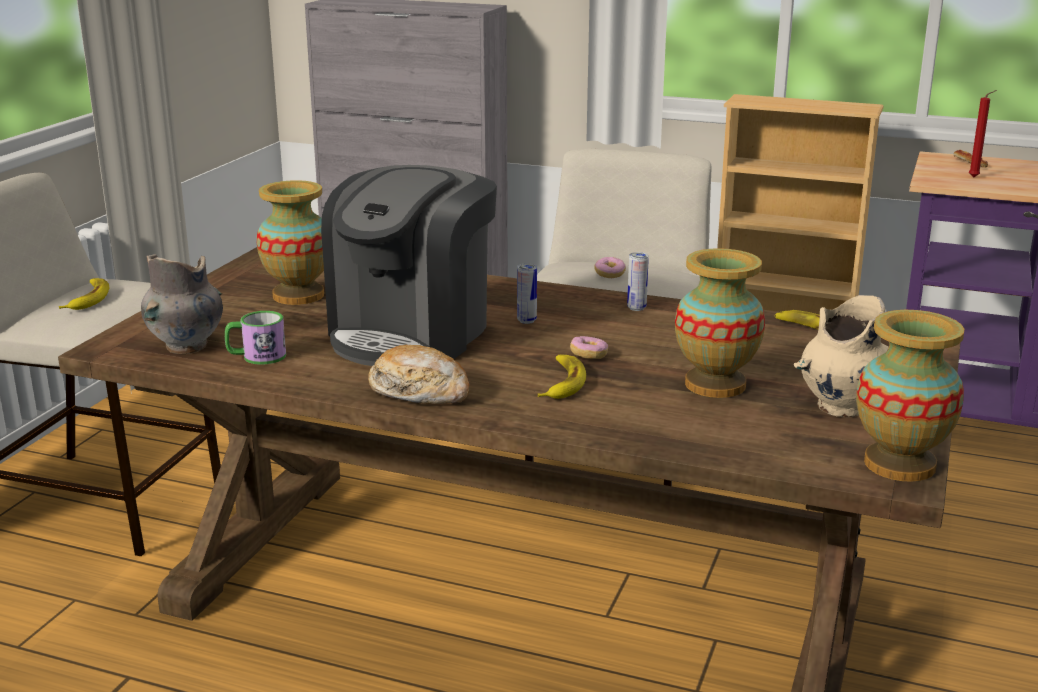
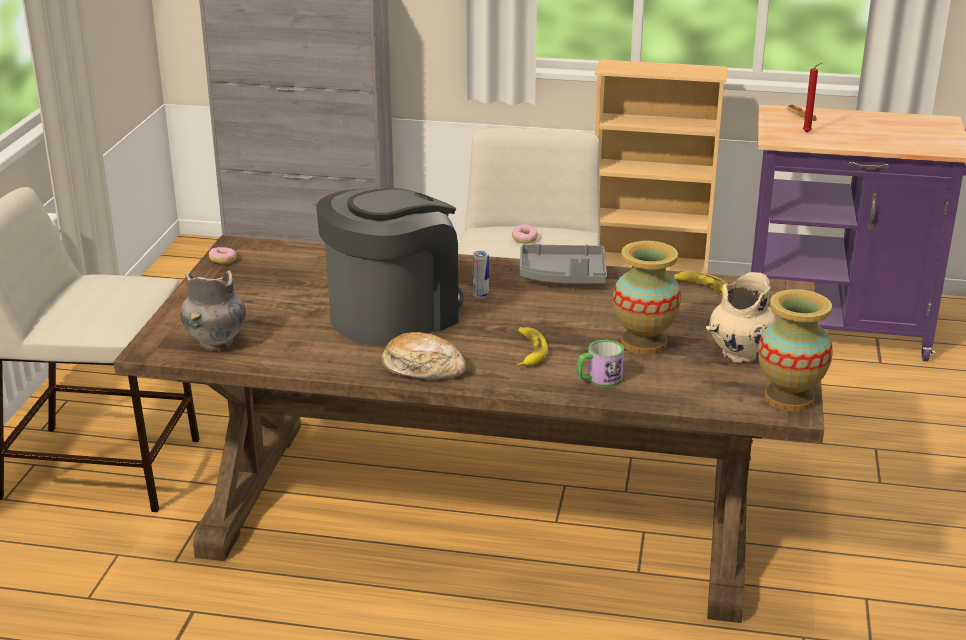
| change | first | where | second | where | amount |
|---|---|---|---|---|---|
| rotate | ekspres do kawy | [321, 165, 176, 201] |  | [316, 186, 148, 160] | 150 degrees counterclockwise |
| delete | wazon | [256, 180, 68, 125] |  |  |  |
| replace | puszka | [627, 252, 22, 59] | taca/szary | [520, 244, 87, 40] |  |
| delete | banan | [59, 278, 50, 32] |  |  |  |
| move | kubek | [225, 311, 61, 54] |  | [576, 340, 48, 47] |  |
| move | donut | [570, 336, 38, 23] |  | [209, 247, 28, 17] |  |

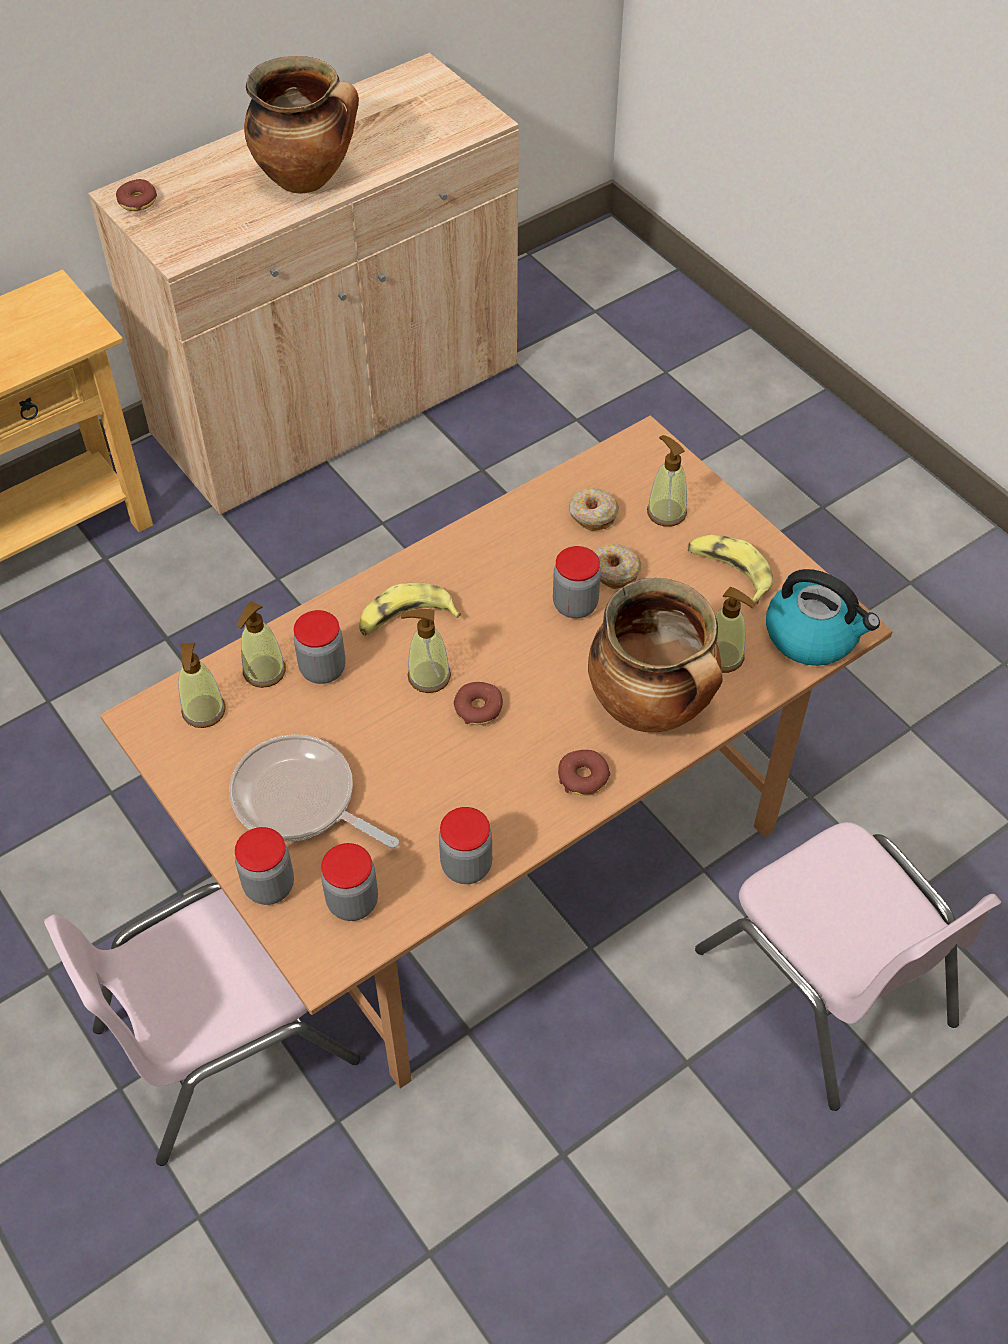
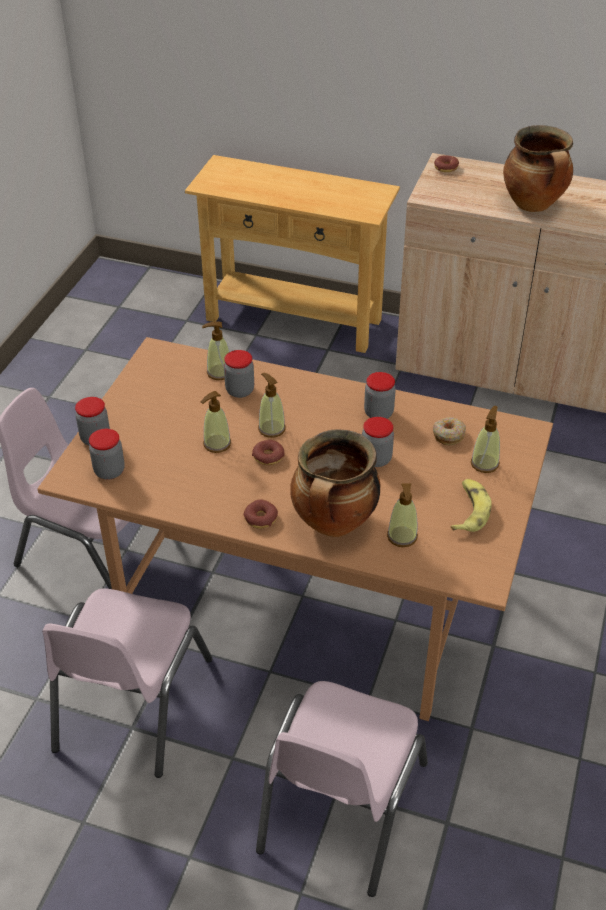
| change | first | where | second | where | amount |
|---|---|---|---|---|---|
| delete | donut | [594, 544, 47, 45] |  |  |  |
| delete | czajnik | [766, 569, 114, 97] |  |  |  |
| delete | banan | [359, 582, 102, 54] |  |  |  |
| move | dozownik mydła | [178, 643, 48, 85] |  | [201, 391, 30, 62] |  |
| delete | patelnia | [229, 734, 170, 115] |  |  |  |
| move | słoik | [439, 807, 53, 77] |  | [364, 372, 32, 47] |  |
| insert |  |  | krzesło/różowy | [42, 588, 171, 190] |  |

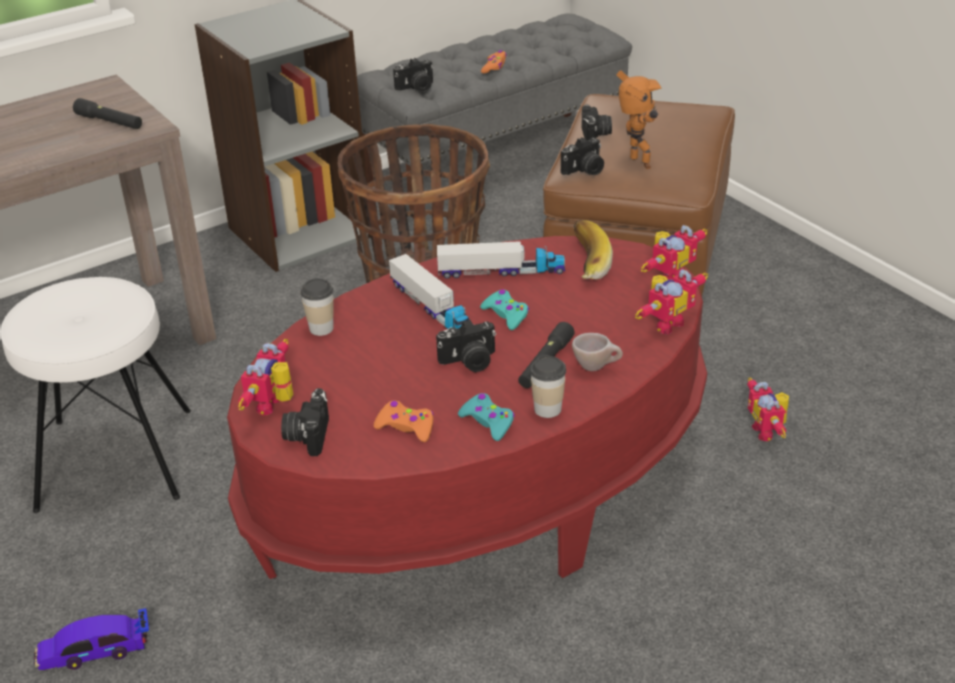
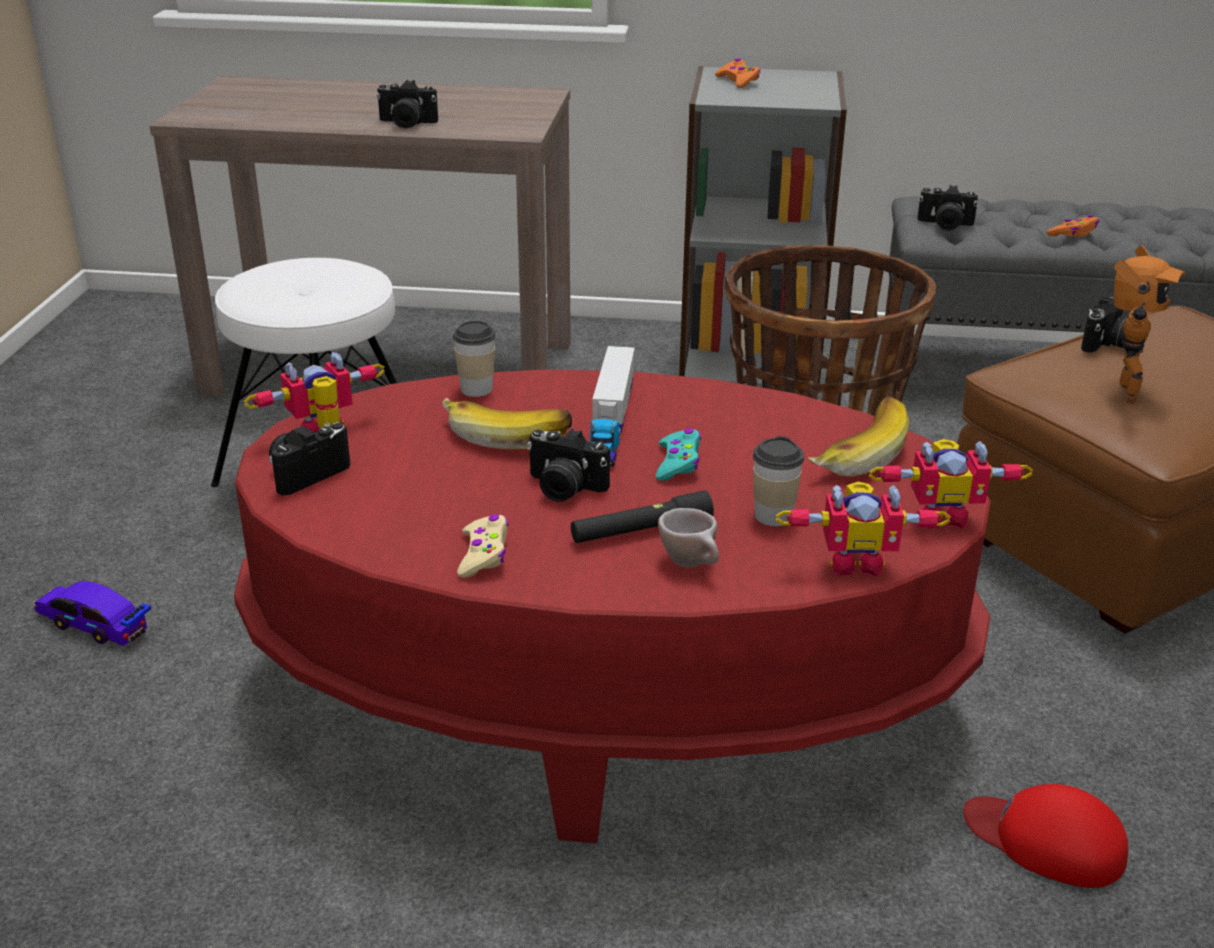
| change | first | where | second | where | amount |
|---|---|---|---|---|---|
| delete | latarka/czarny | [73, 98, 69, 31] |  |  |  |
| move | aparat fotograficzny | [561, 137, 43, 38] |  | [376, 80, 62, 48] |  |
| delete | ciężarówka zabawkowa | [437, 241, 128, 38] |  |  |  |
| move | filiżanka | [530, 355, 36, 63] |  | [753, 436, 51, 90] |  |
| replace | robot zabawkowy | [747, 378, 42, 63] | czapka z daszkiem/czerwony | [963, 784, 165, 104] |  |
| recolor | pad do gier/turkusowy | [458, 393, 57, 48] | pad do gier/beżowy | [457, 514, 52, 64] |  |
| move | pad do gier/pomarańczowy | [374, 400, 59, 42] |  | [715, 58, 45, 30] |  |
| insert |  |  | banan | [442, 398, 130, 51] |  |

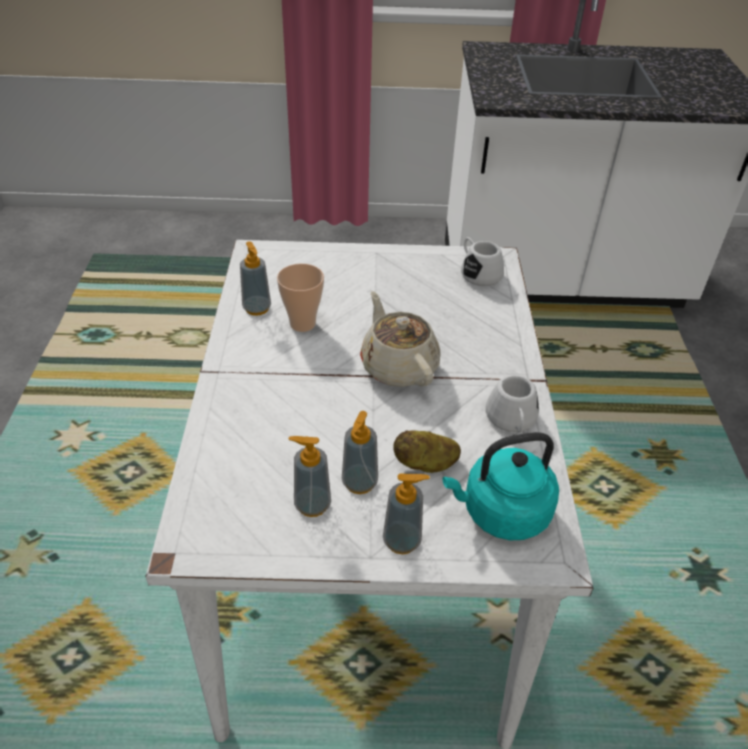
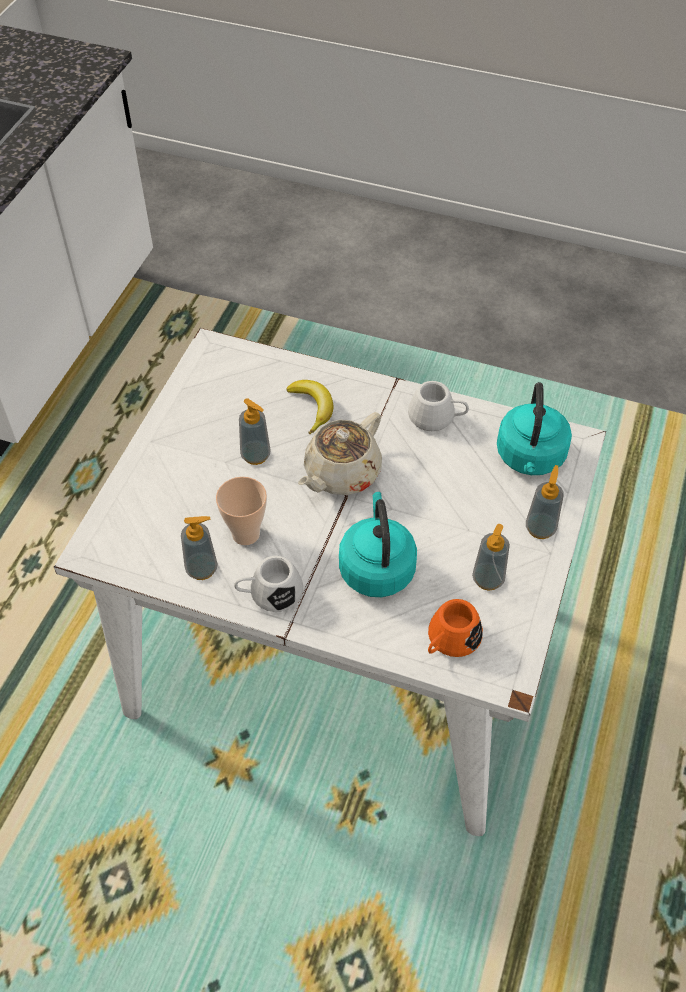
| change | first | where | second | where | amount |
|---|---|---|---|---|---|
| move | kubek/biały | [461, 237, 43, 49] |  | [234, 556, 69, 56] |  |
| rotate | imbryk/beżowy | [360, 291, 81, 96] |  | [298, 412, 84, 83] | 45 degrees counterclockwise |
| move | dozownik mydła | [342, 411, 36, 83] |  | [239, 398, 32, 67] |  |
| delete | ziemniak | [393, 431, 68, 42] |  |  |  |
| insert |  |  | banan | [286, 380, 47, 54] |  |
| insert |  |  | czajnik/turkusowy | [339, 492, 78, 105] |  |
| insert |  |  | kubek/pomarańczowy | [428, 599, 55, 58] |  |

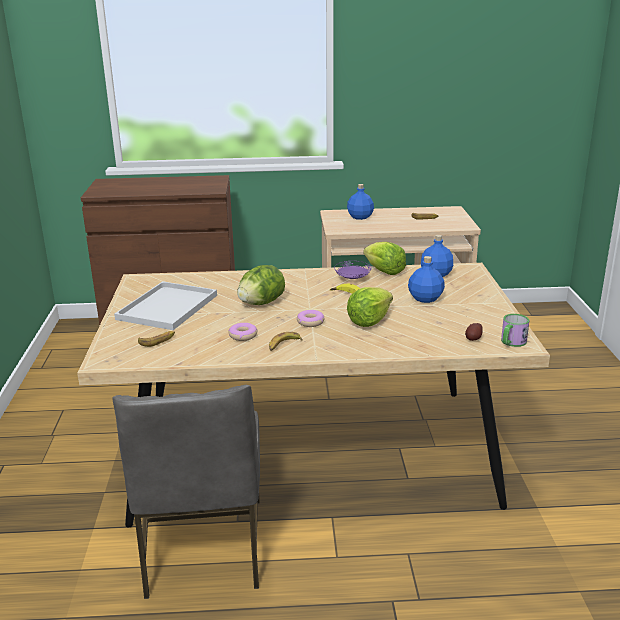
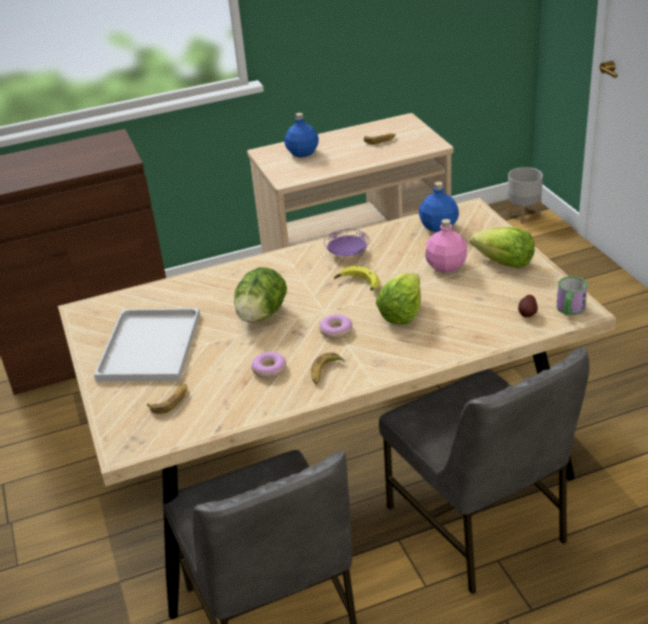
| change | first | where | second | where | amount |
|---|---|---|---|---|---|
| move | sałata | [363, 242, 43, 33] |  | [470, 227, 65, 41] |  |
| recolor | butelka/niebieski | [408, 256, 37, 47] | butelka/różowy | [425, 219, 42, 54] |  |
| insert |  |  | donica/szary | [507, 167, 36, 57] |  |
| insert |  |  | krzesło/szary | [379, 348, 211, 246] |  |

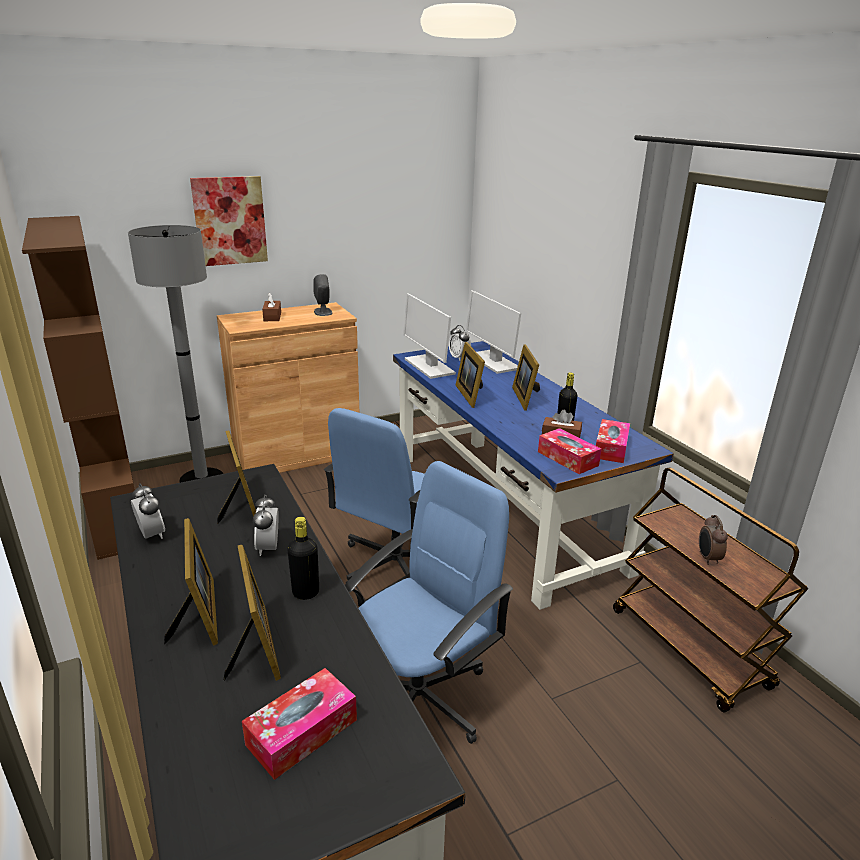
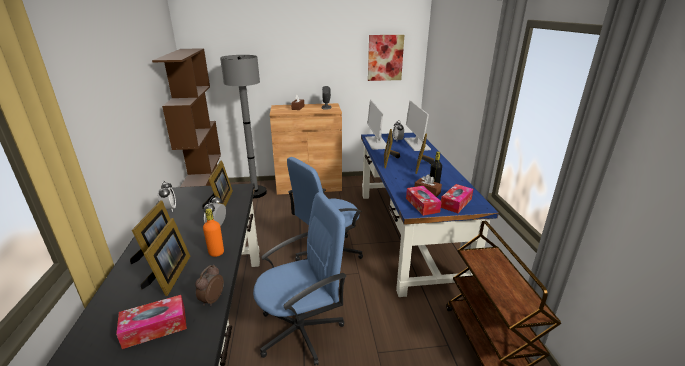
| change | first | where | second | where | amount |
|---|---|---|---|---|---|
| move | obraz | [190, 176, 78, 90] |  | [368, 35, 36, 46] |  |
| move | budzik | [699, 515, 29, 50] |  | [195, 265, 29, 41] |  |
| recolor | butelka/czarny | [287, 517, 32, 83] | butelka/pomarańczowy | [203, 208, 21, 49] |  |

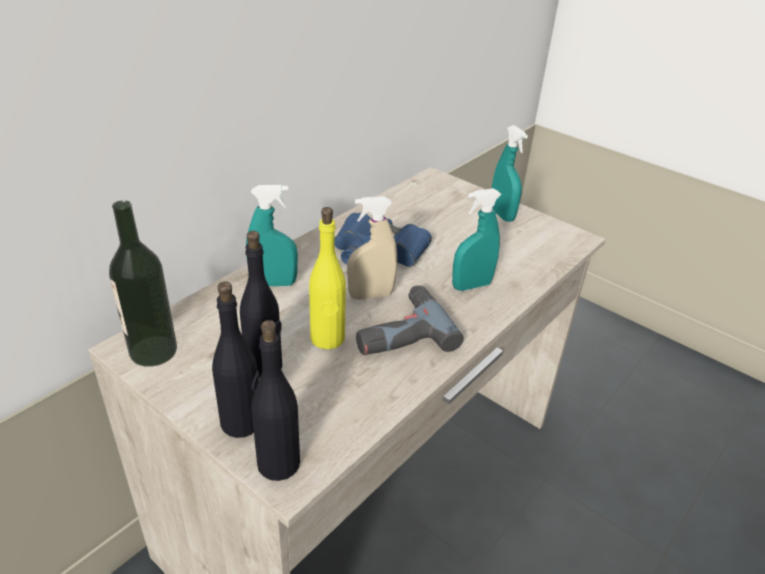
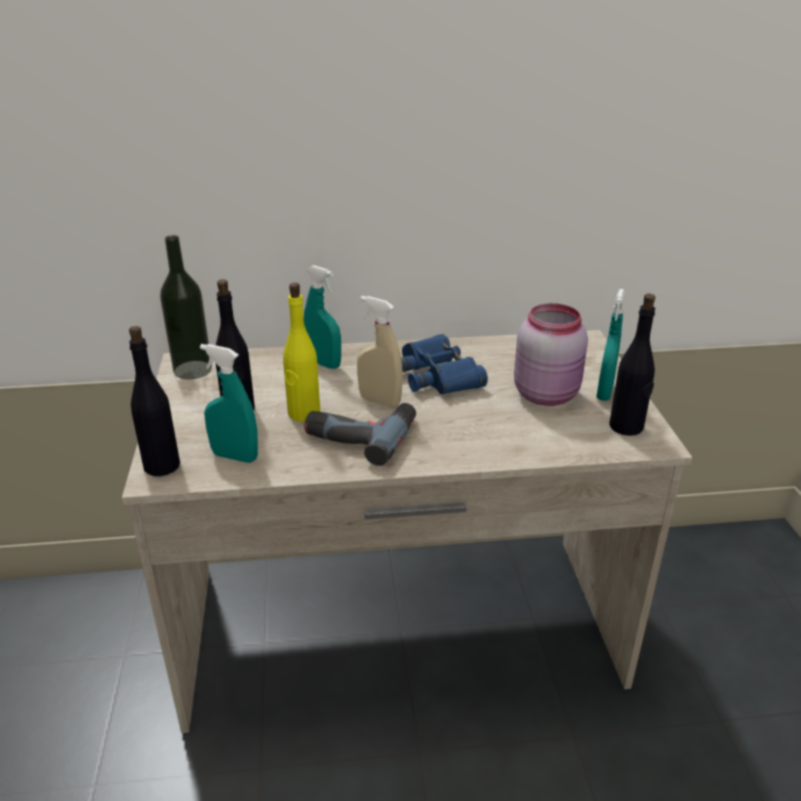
| change | first | where | second | where | amount |
|---|---|---|---|---|---|
| move | spryskiwacz/turkusowy | [452, 188, 49, 103] |  | [200, 344, 58, 119] |  |
| move | butelka/czarny | [212, 282, 47, 156] |  | [610, 294, 45, 142] |  |
| insert |  |  | słoik/różowy | [514, 303, 74, 103] |  |

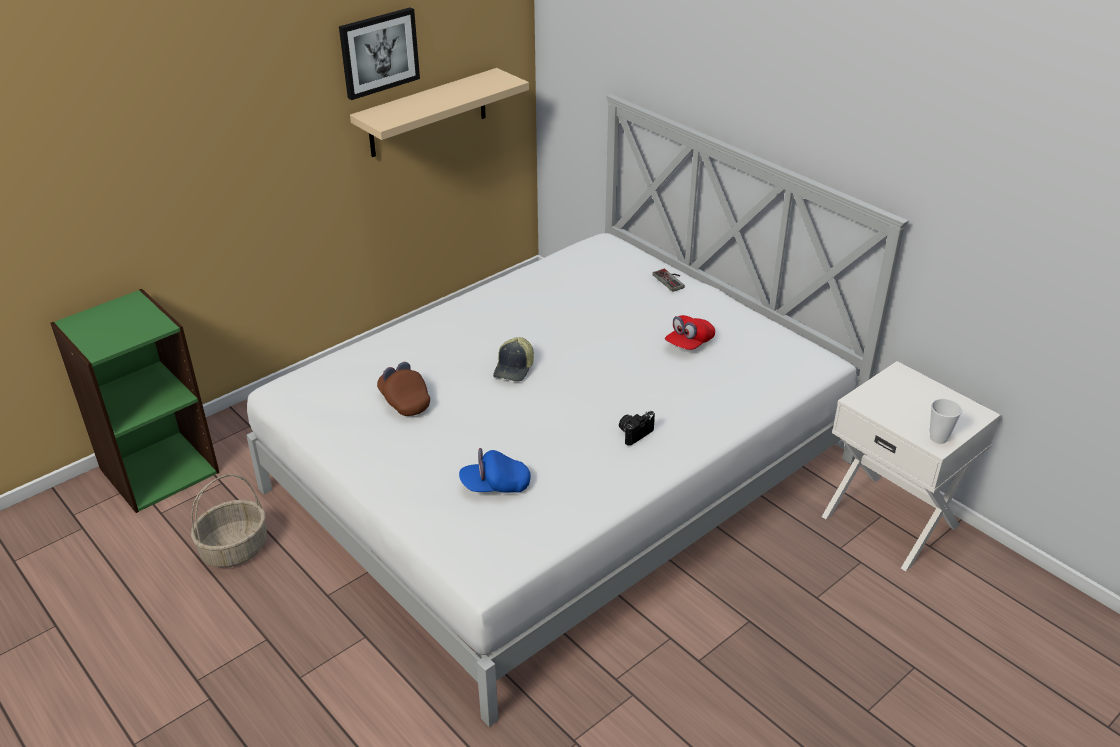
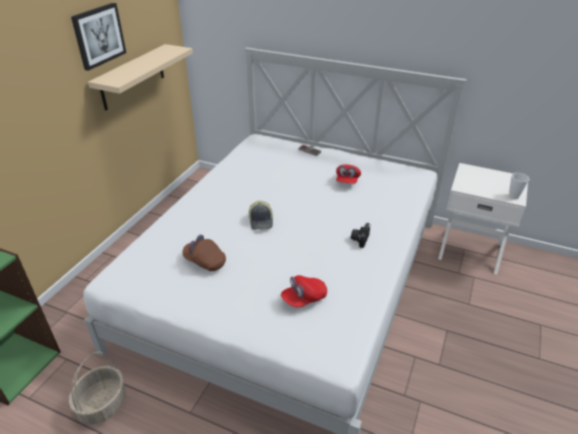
| change | first | where | second | where | amount |
|---|---|---|---|---|---|
| recolor | czapka z daszkiem/niebieski | [459, 448, 72, 45] | czapka z daszkiem/czerwony | [281, 275, 46, 33] |  |

